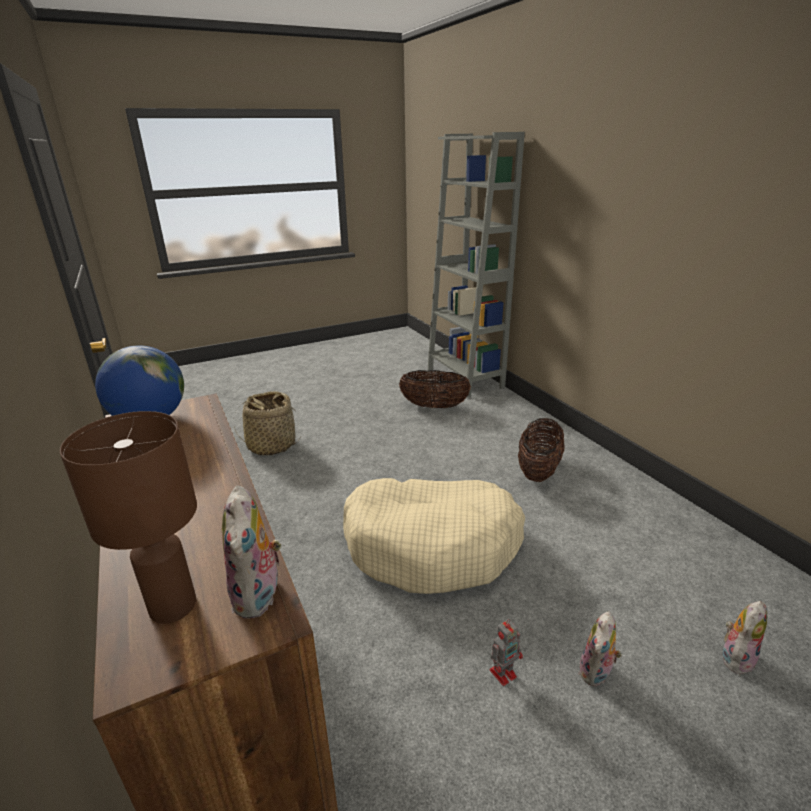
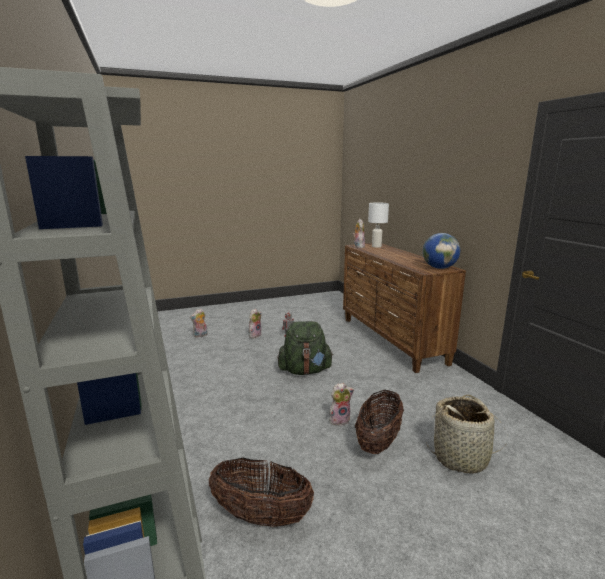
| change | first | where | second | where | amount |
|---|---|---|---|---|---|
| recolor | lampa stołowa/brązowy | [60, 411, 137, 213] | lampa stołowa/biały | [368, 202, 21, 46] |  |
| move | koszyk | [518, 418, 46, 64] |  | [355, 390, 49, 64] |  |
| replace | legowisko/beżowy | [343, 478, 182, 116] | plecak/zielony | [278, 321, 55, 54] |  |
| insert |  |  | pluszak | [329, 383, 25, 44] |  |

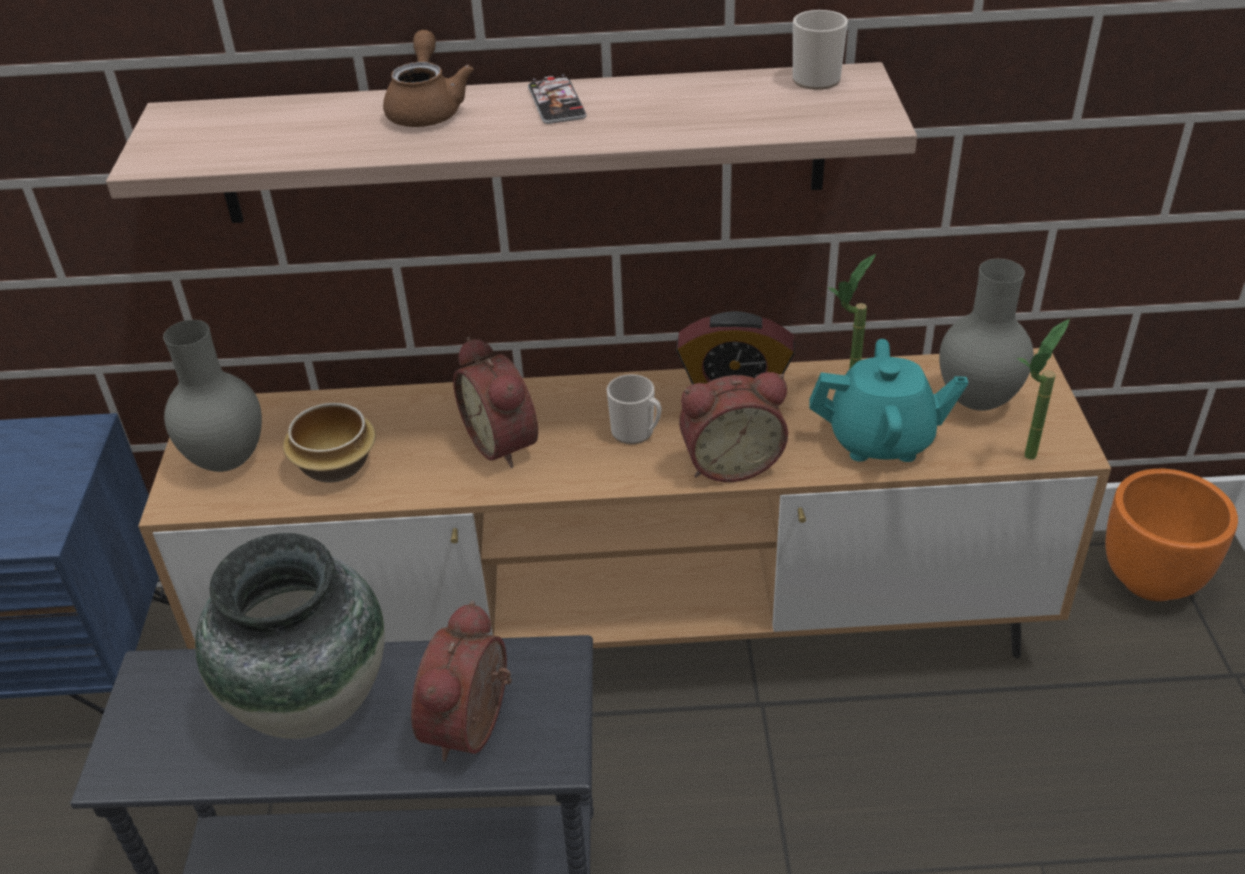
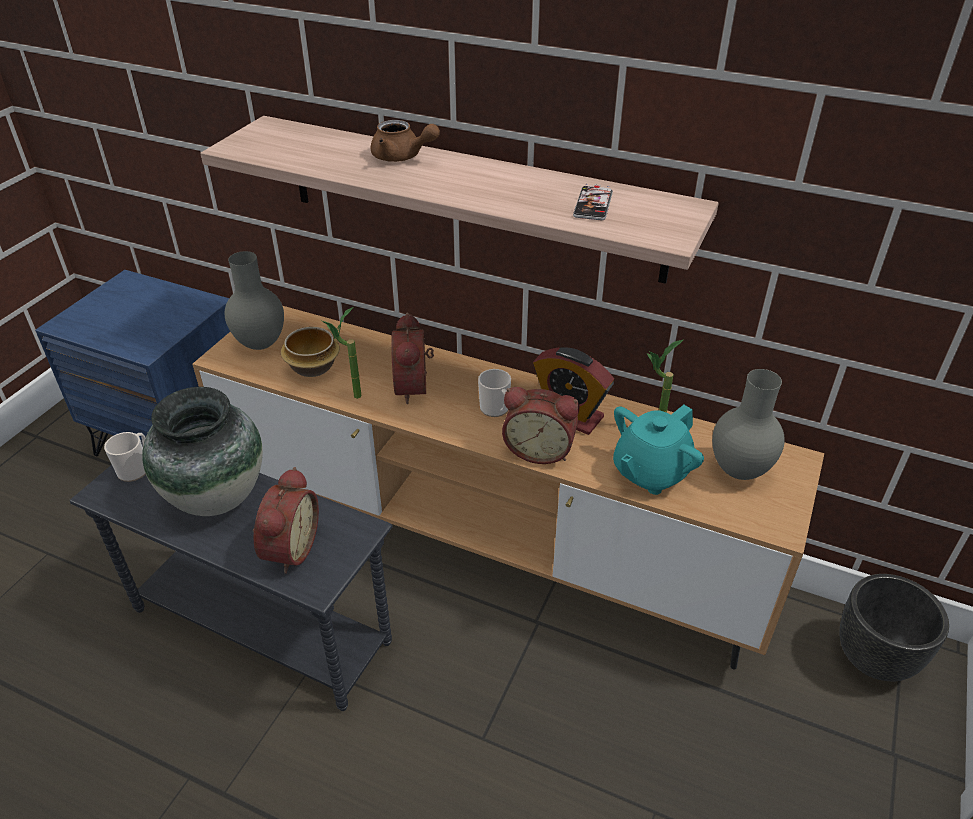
| change | first | where | second | where | amount |
|---|---|---|---|---|---|
| move | kubek | [793, 10, 55, 80] |  | [104, 432, 42, 50] |  |
| rotate | imbryk/brązowy | [383, 30, 91, 97] |  | [370, 120, 70, 42] | 90 degrees clockwise |
| move | telefon | [528, 74, 59, 50] |  | [573, 184, 40, 36] |  |
| move | roślina doniczkowa | [1017, 319, 53, 141] |  | [322, 307, 40, 92] |  |
| rotate | imbryk/turkusowy | [809, 339, 159, 123] |  | [613, 405, 91, 90] | 105 degrees clockwise |
| recolor | donica/pomarańczowy | [1105, 469, 133, 132] | donica/czarny | [840, 574, 109, 107] |  |
| rotate | budzik | [411, 601, 101, 161] |  | [253, 467, 66, 107] | 150 degrees clockwise |

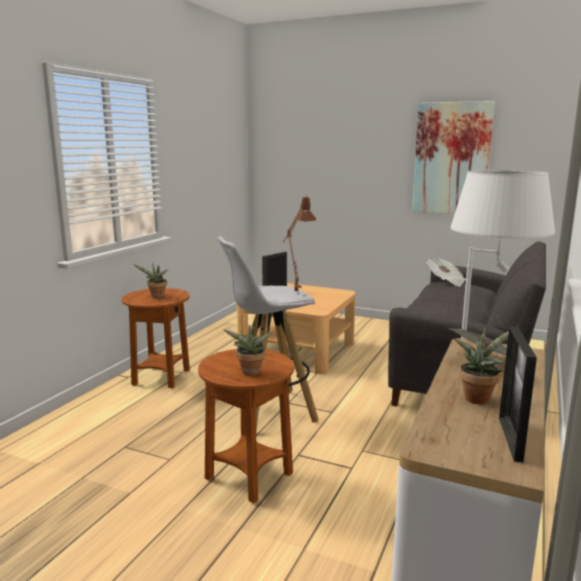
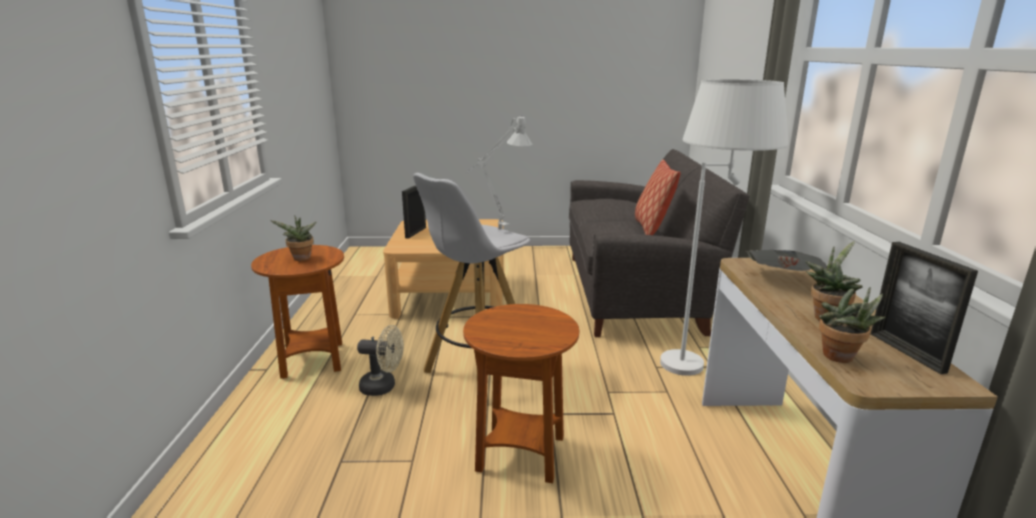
| change | first | where | second | where | amount |
|---|---|---|---|---|---|
| delete | obraz | [412, 101, 83, 113] |  |  |  |
| recolor | lampa stołowa/brązowy | [283, 195, 33, 96] | lampa stołowa/szary | [467, 115, 66, 115] |  |
| delete | gazeta | [427, 256, 39, 31] |  |  |  |
| move | roślina doniczkowa | [224, 324, 48, 52] |  | [819, 287, 67, 76] |  |
| insert |  |  | poduszka | [635, 159, 46, 76] |  |
| insert |  |  | wentylator/beżowy | [357, 325, 47, 71] |  |

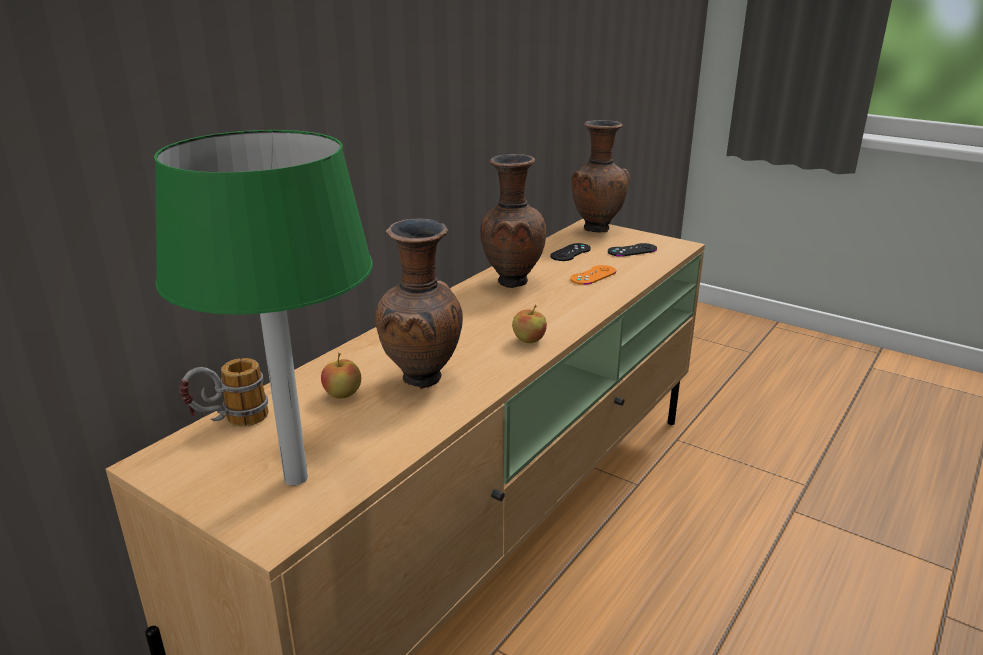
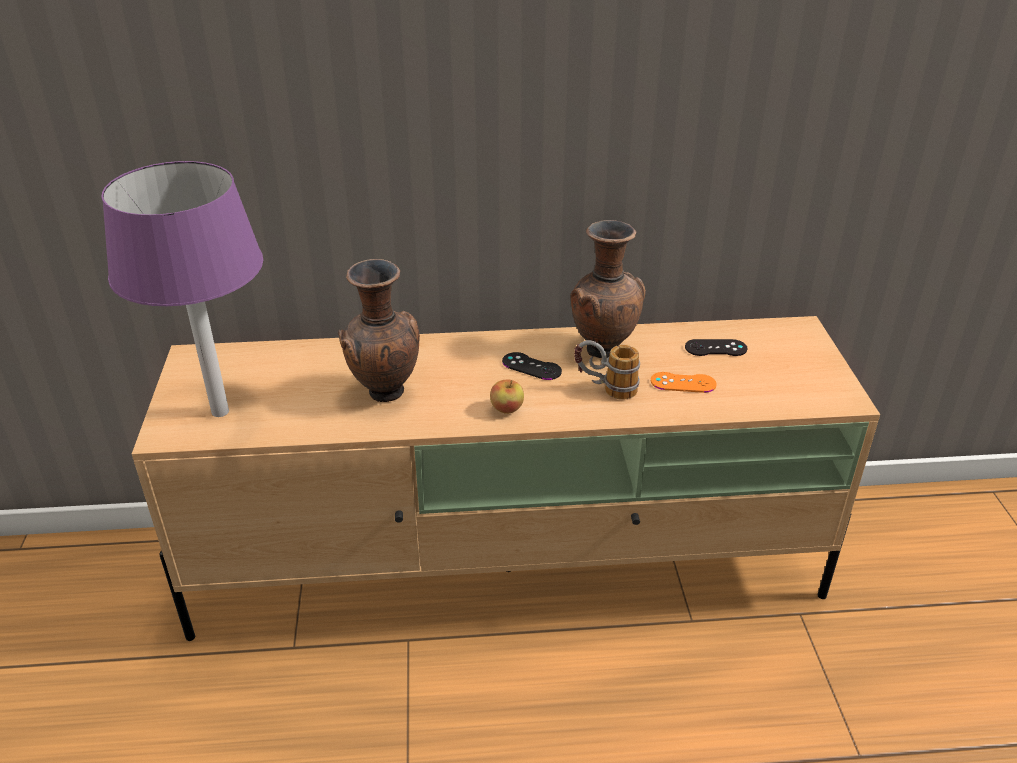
| change | first | where | second | where | amount |
|---|---|---|---|---|---|
| delete | wazon/brązowy | [571, 120, 59, 113] |  |  |  |
| recolor | lampa stołowa/zielony | [154, 130, 219, 356] | lampa stołowa/fioletowy | [101, 161, 162, 256] |  |
| move | pad do gier/czarny | [608, 243, 49, 14] |  | [502, 352, 60, 28] |  |
| delete | jabłko | [321, 353, 40, 46] |  |  |  |
| move | kubek | [179, 358, 89, 68] |  | [574, 340, 66, 60] |  |

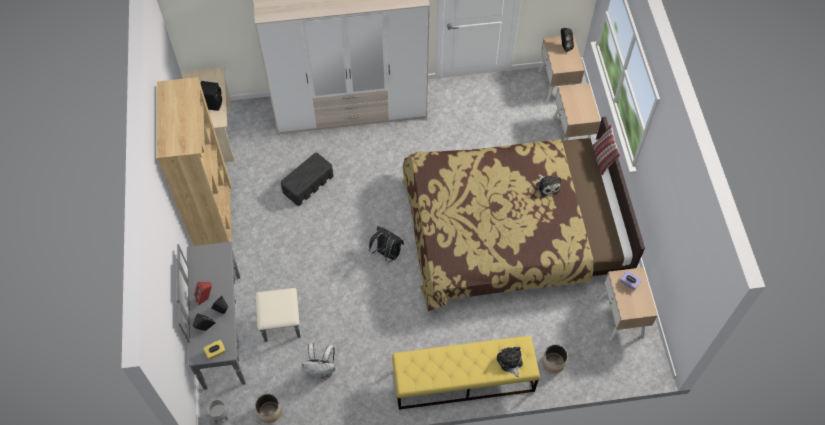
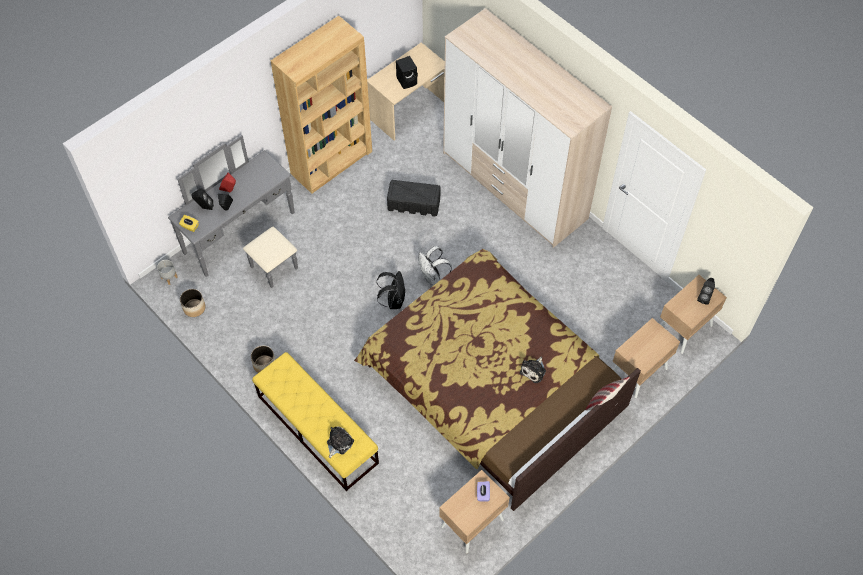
| change | first | where | second | where | amount |
|---|---|---|---|---|---|
| move | plecak/biały | [302, 343, 33, 35] |  | [418, 246, 34, 39] |  |
| move | donica | [542, 344, 26, 29] |  | [251, 345, 25, 28] |  |

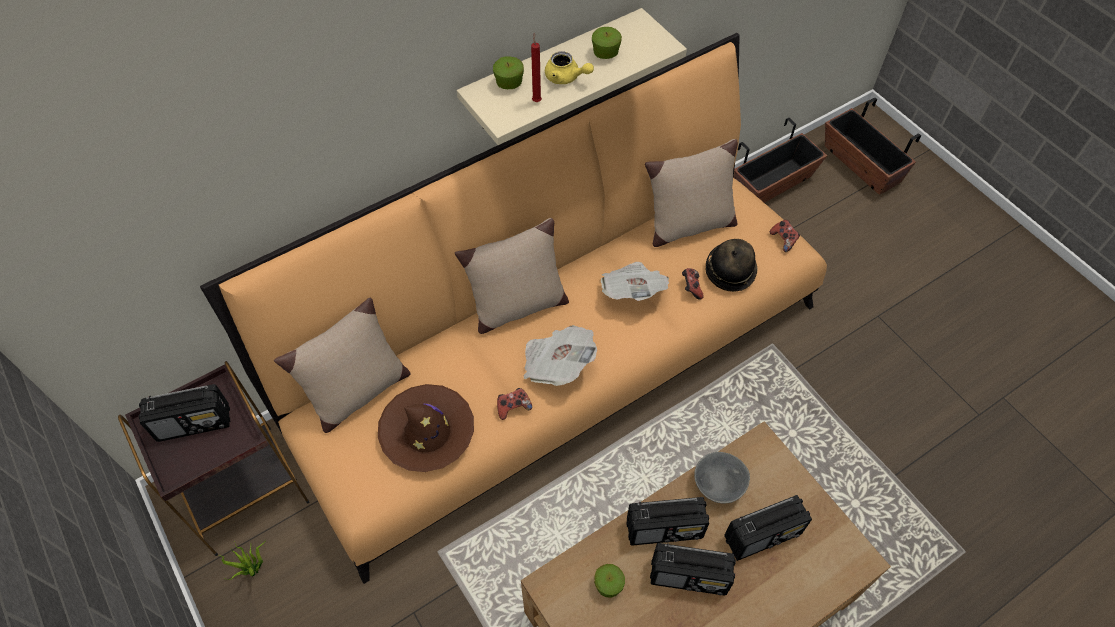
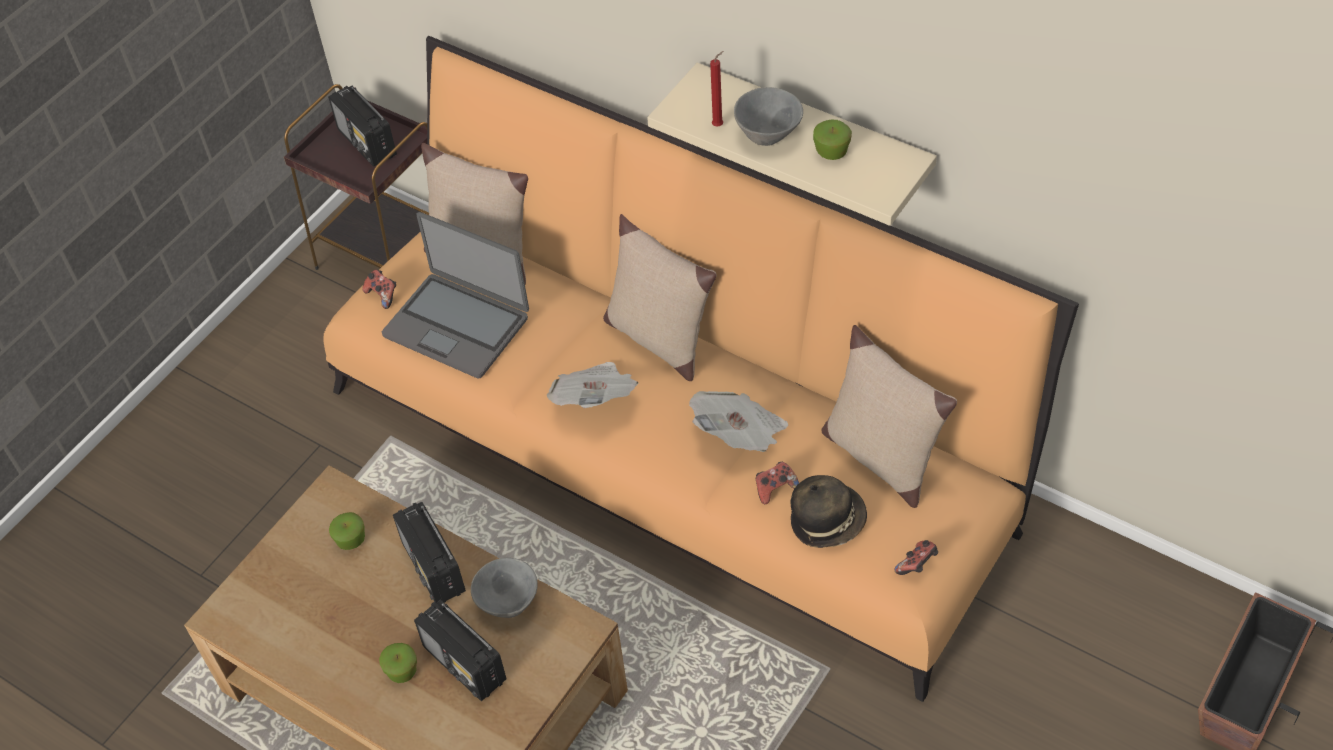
| change | first | where | second | where | amount |
|---|---|---|---|---|---|
| replace | imbryk/żółty | [545, 51, 49, 33] | miska/szary | [734, 87, 69, 59] |  |
| move | jabłko | [493, 56, 31, 33] |  | [379, 643, 38, 40] |  |
| delete | donica | [734, 118, 93, 85] |  |  |  |
| replace | kapelusz/brązowy | [378, 384, 96, 88] | laptop | [382, 212, 147, 167] |  |
| move | pad do gier | [497, 388, 35, 32] |  | [362, 269, 34, 40] |  |
| delete | roślina doniczkowa | [218, 539, 48, 41] |  |  |  |
| delete | radio | [650, 543, 86, 52] |  |  |  |

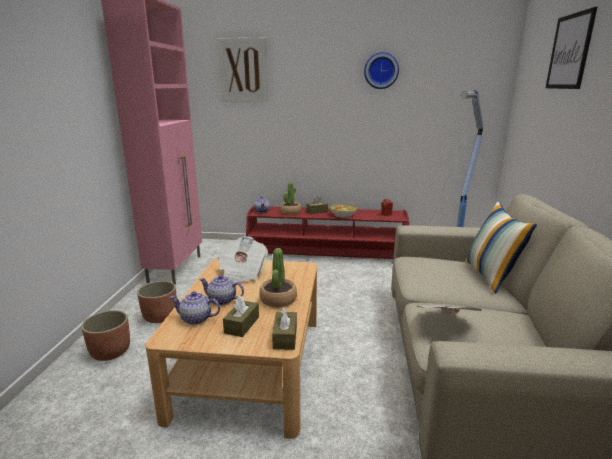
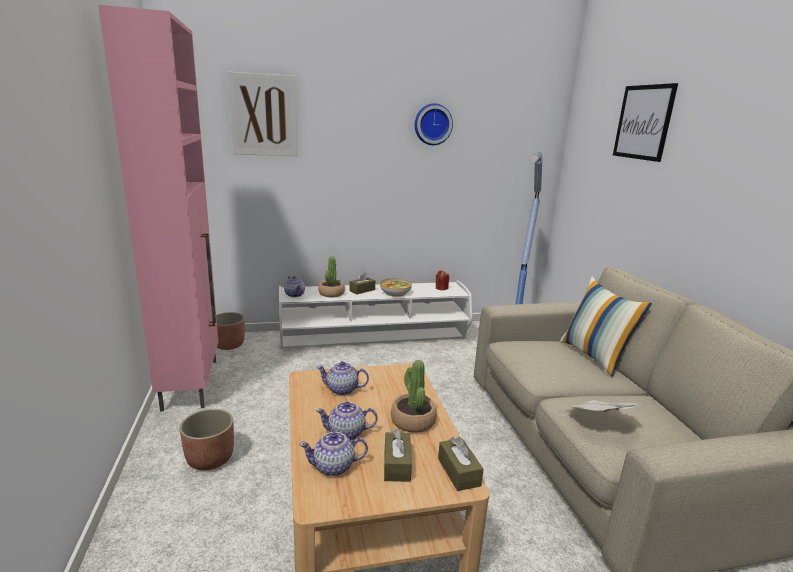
| change | first | where | second | where | amount |
|---|---|---|---|---|---|
| recolor | szafka pod telewizor/czerwony | [246, 206, 163, 53] | szafka pod telewizor/biały | [279, 281, 193, 68] |  |
| replace | gazeta | [218, 236, 50, 47] | imbryk | [317, 361, 52, 34] |  |
| move | donica | [81, 310, 49, 51] |  | [216, 312, 29, 38] |  |

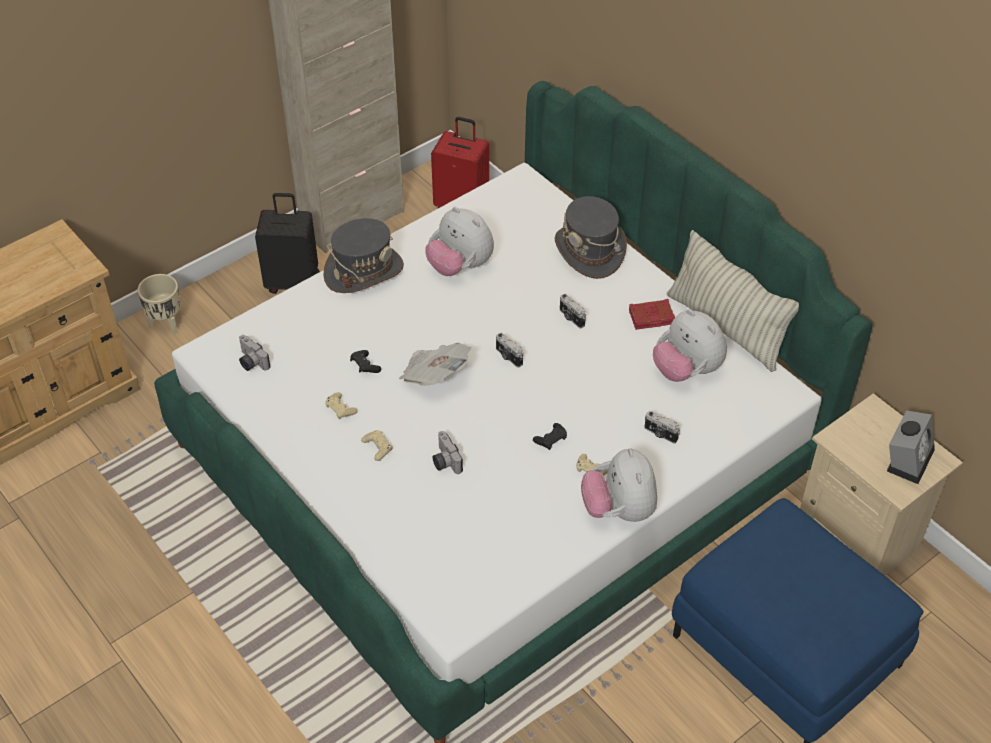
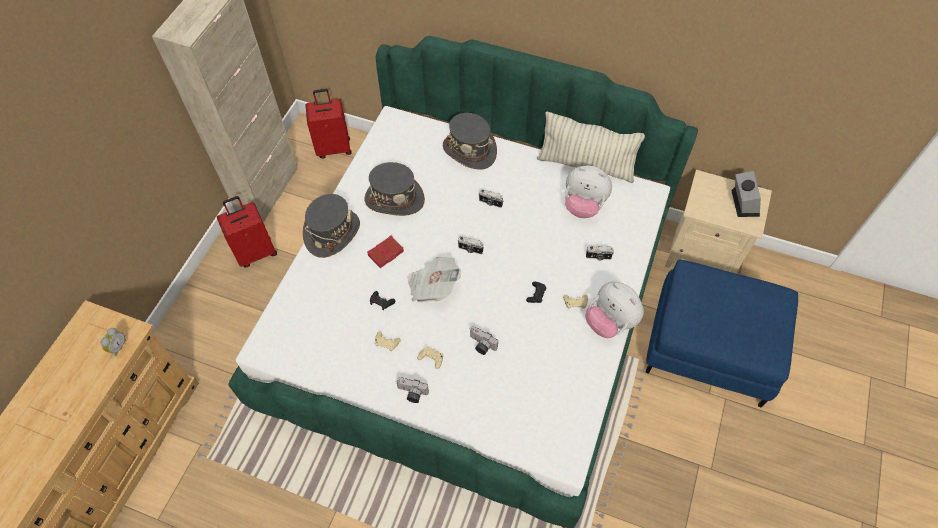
| change | first | where | second | where | amount |
|---|---|---|---|---|---|
| recolor | walizka/czarny | [255, 193, 65, 101] | walizka/czerwony | [217, 196, 60, 71] |  |
| replace | pluszak | [425, 207, 69, 69] | kapelusz/szary | [364, 162, 61, 54] |  |
| delete | donica/beżowy | [137, 274, 44, 60] |  |  |  |
| move | książka/czerwony | [629, 299, 46, 31] |  | [367, 235, 37, 33] |  |
| move | aparat fotograficzny | [239, 335, 32, 36] |  | [396, 377, 33, 26] |  |
| insert |  |  | budzik | [101, 328, 25, 28] |  |

